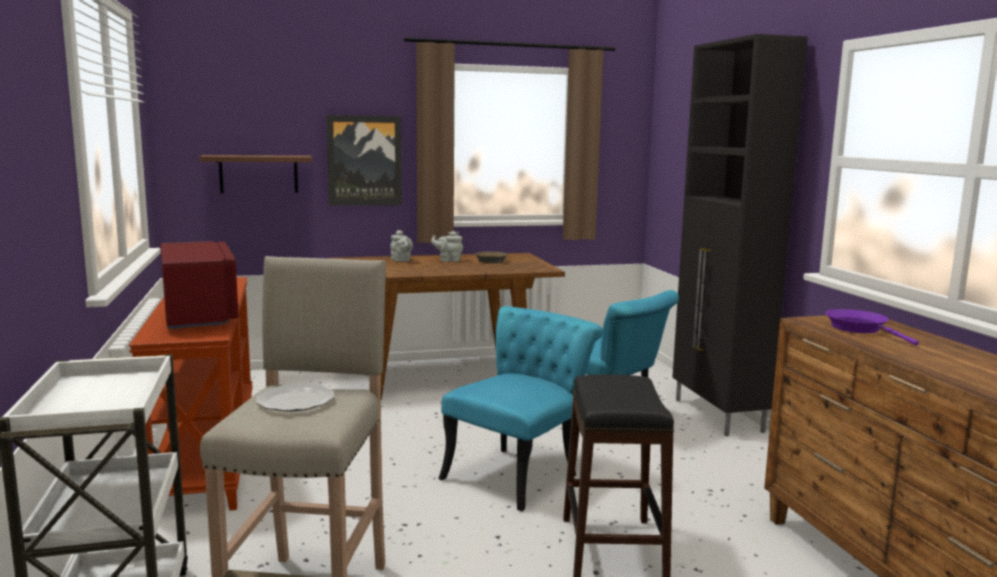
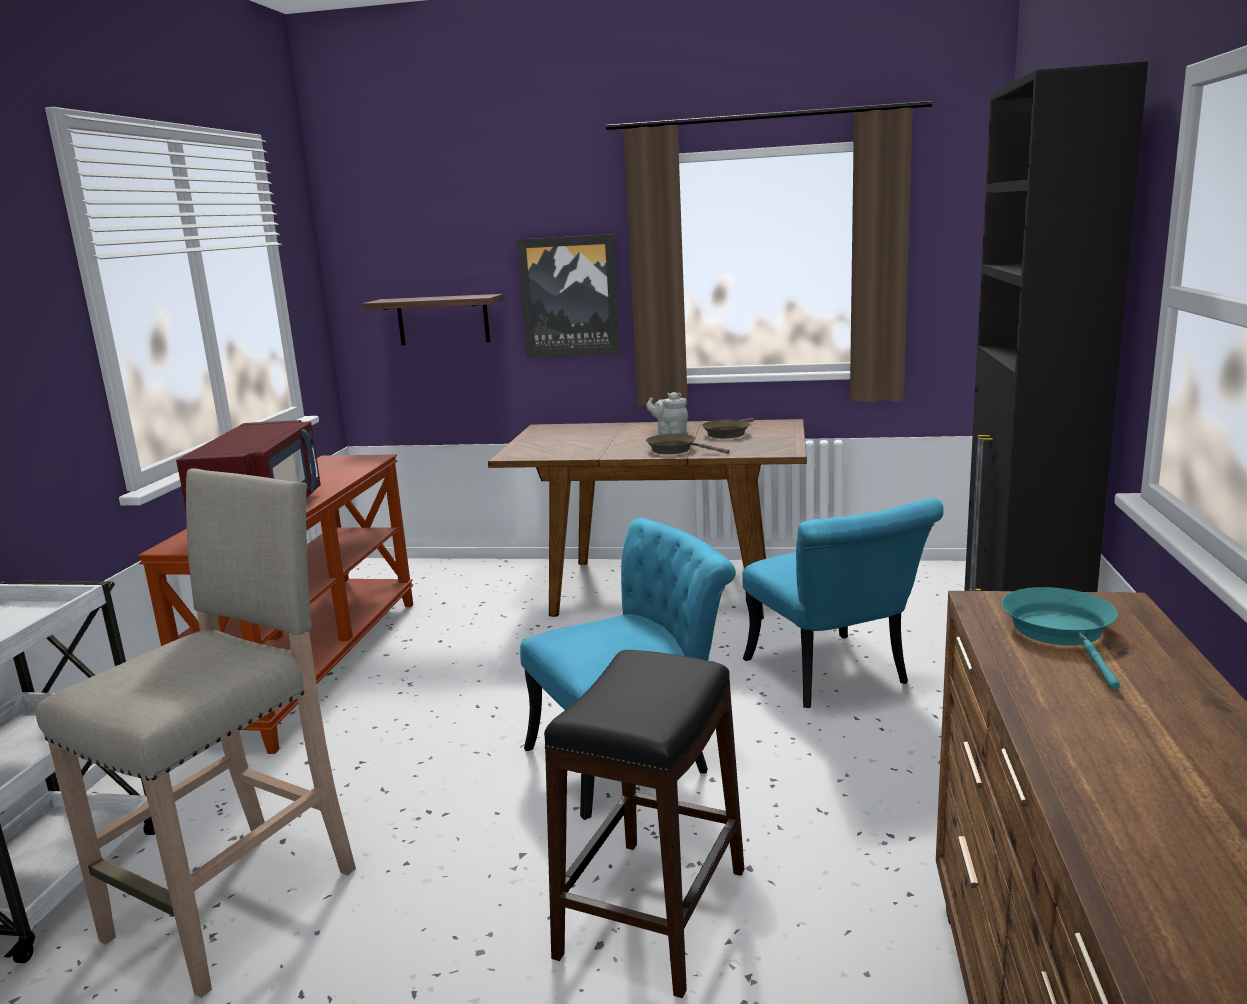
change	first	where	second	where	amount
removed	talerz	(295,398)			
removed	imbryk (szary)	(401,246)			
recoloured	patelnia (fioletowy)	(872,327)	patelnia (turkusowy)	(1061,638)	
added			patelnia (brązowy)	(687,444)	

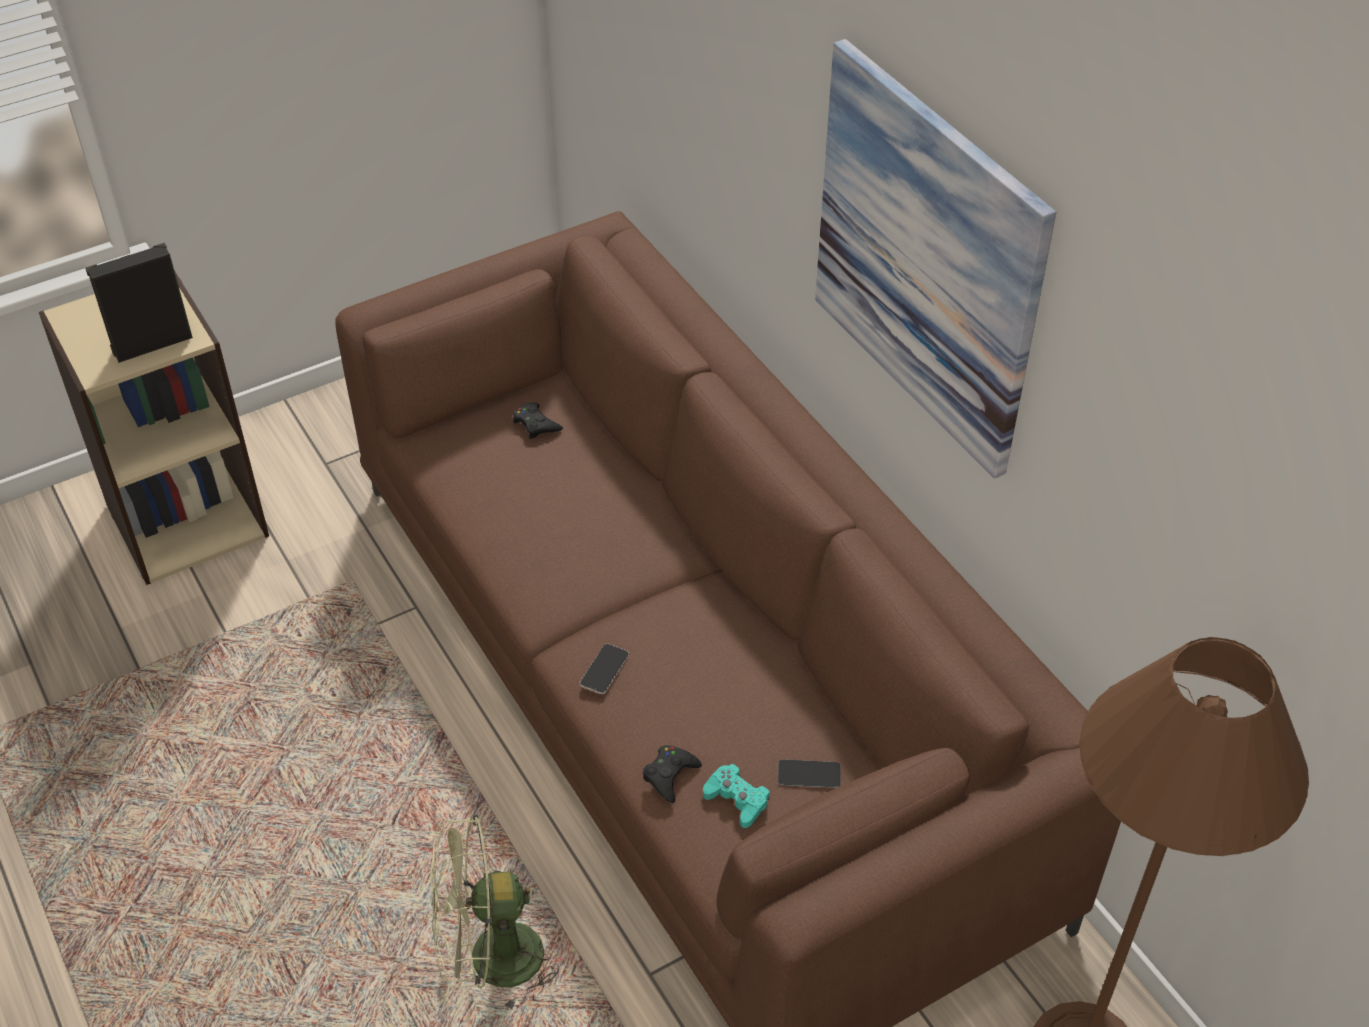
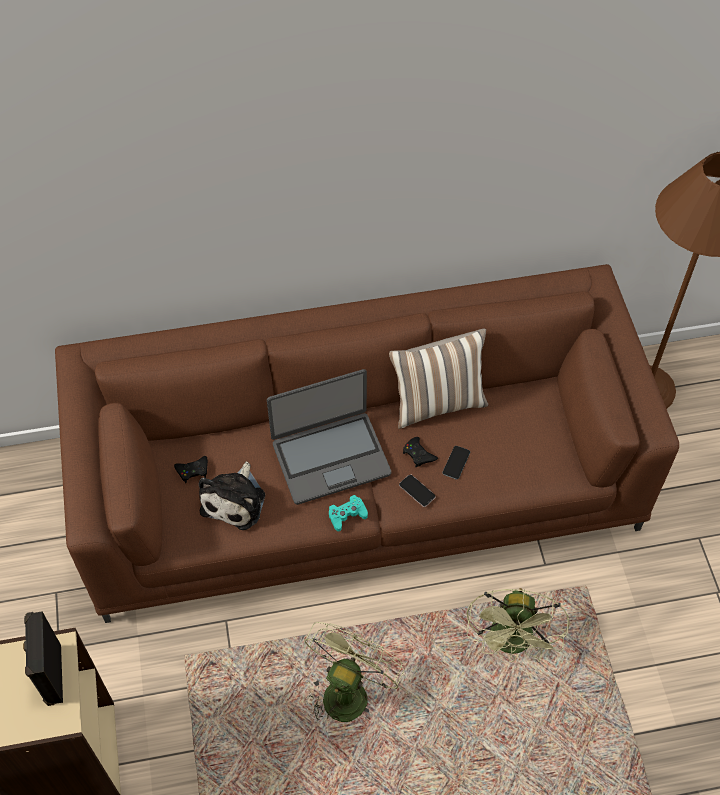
change	first	where	second	where	amount
moved	pad do gier (czarny)	(672,774)		(420,452)	
moved	pad do gier (turkusowy)	(736,796)		(348,513)	
moved	telefon	(809,774)		(456,463)	
removed	obraz	(935,259)			
added			pluszak	(232,496)	
added			laptop	(329,437)	
added			wentylator (zielony)	(354,672)	
added			poduszka	(438,379)	

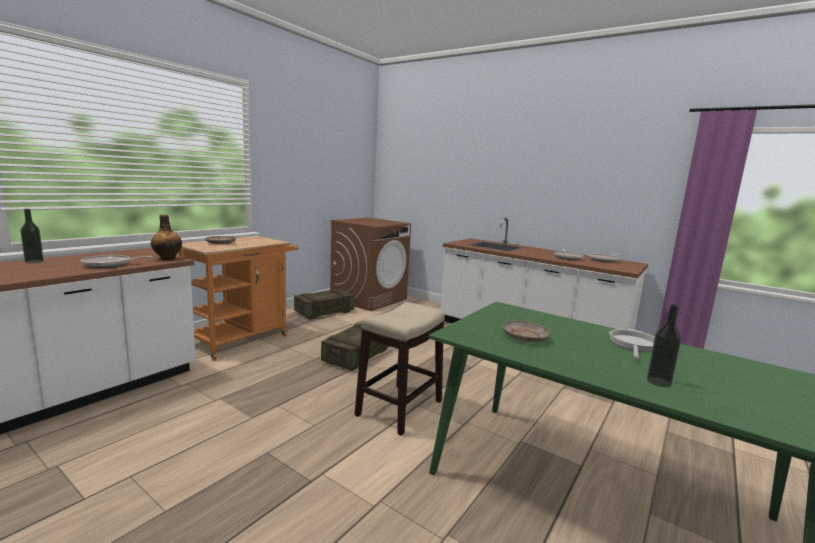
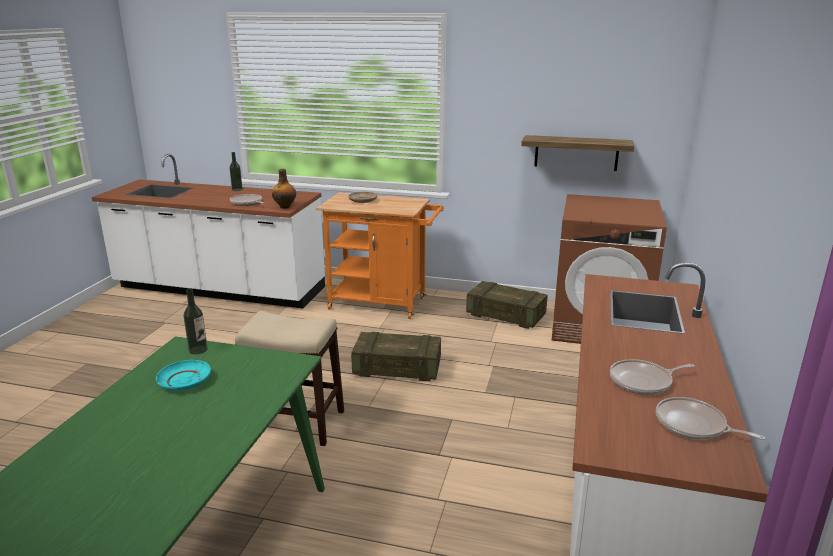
change	first	where	second	where	amount
recoloured	talerz (beżowy)	(526,331)	talerz (turkusowy)	(183,375)	
removed	patelnia	(631,344)			
moved	butelka	(664,345)		(195,321)	
added			półka	(577,153)	

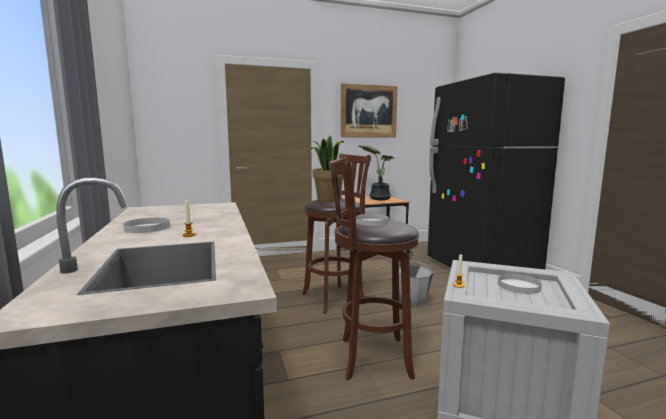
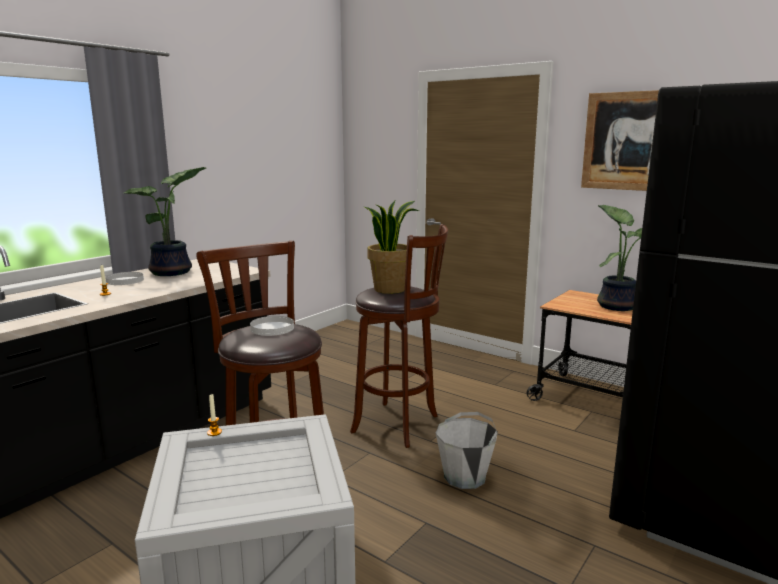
change	first	where	second	where	amount
removed	talerz (biały)	(520,284)			
added			roślina doniczkowa	(165,221)	

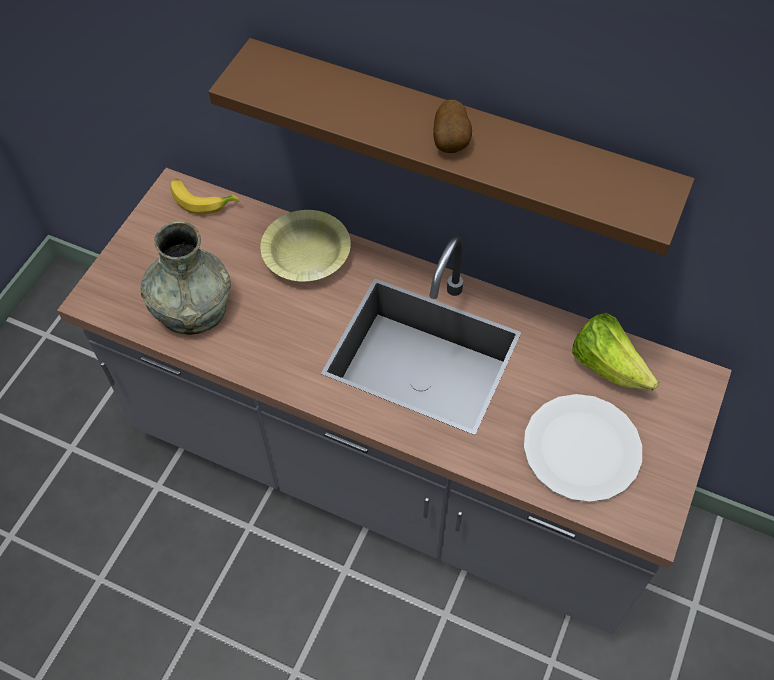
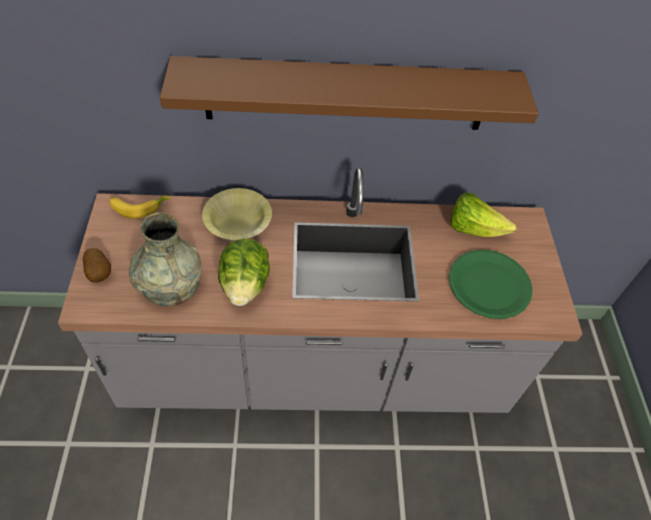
change	first	where	second	where	amount
moved	ziemniak	(452,126)		(97,265)	
recoloured	talerz (biały)	(583,448)	talerz (zielony)	(491,284)	
added			sałata	(244,272)	

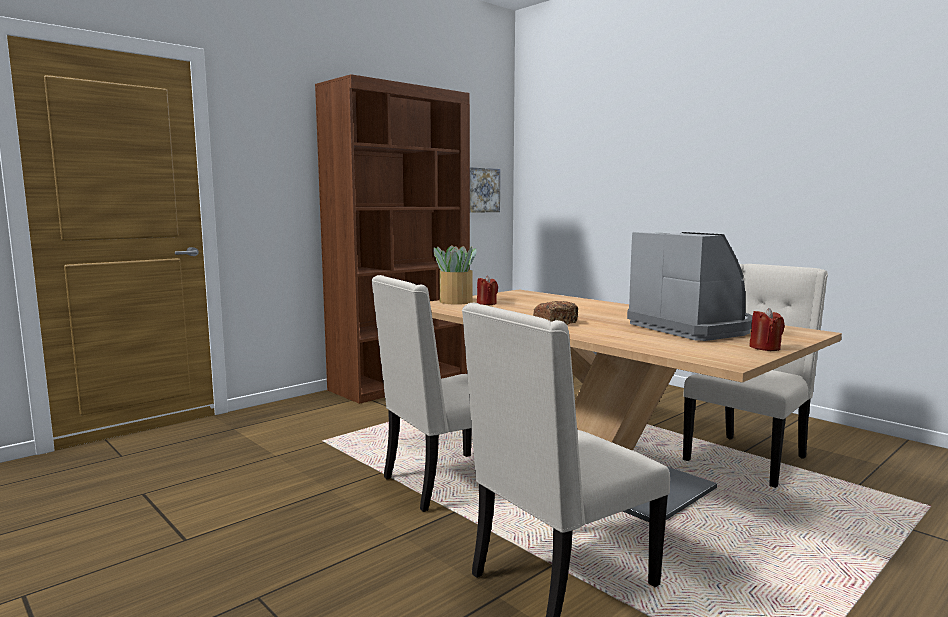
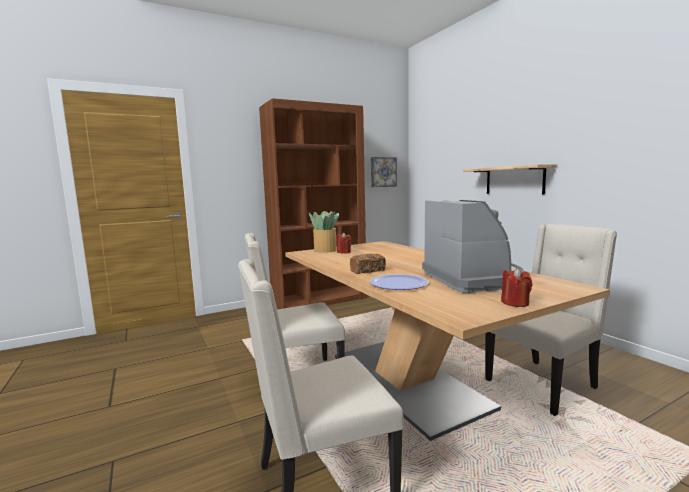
change	first	where	second	where	amount
added			talerz	(399,282)	
added			półka	(510,179)	

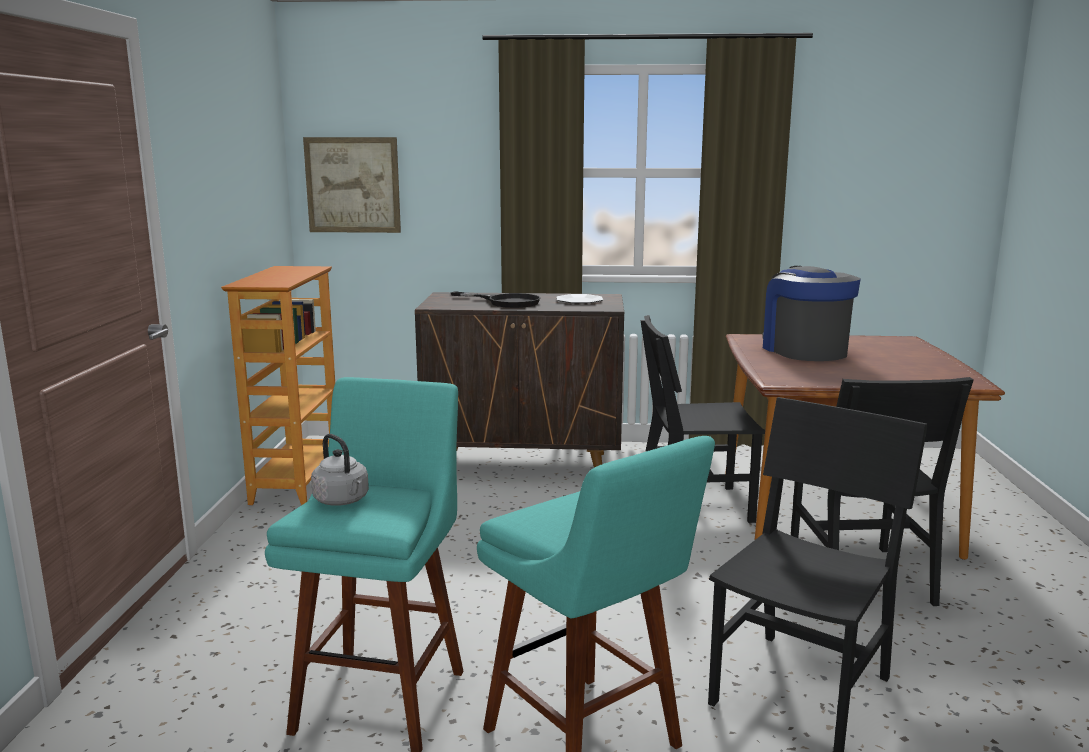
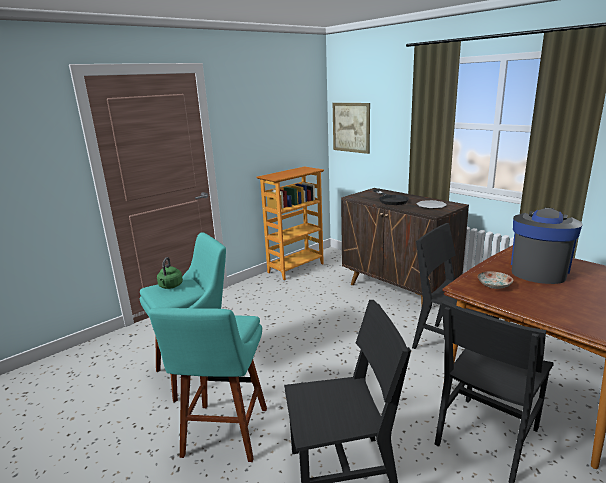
change	first	where	second	where	amount
recoloured	czajnik (szary)	(340,470)	czajnik (zielony)	(170,273)	
added			talerz	(495,280)	

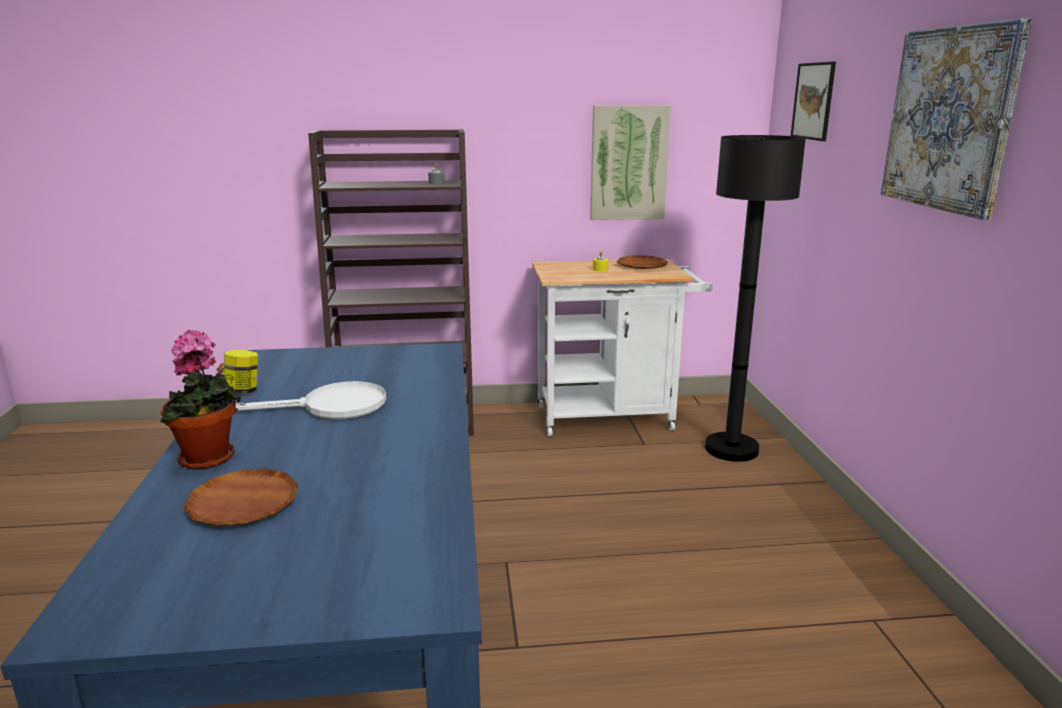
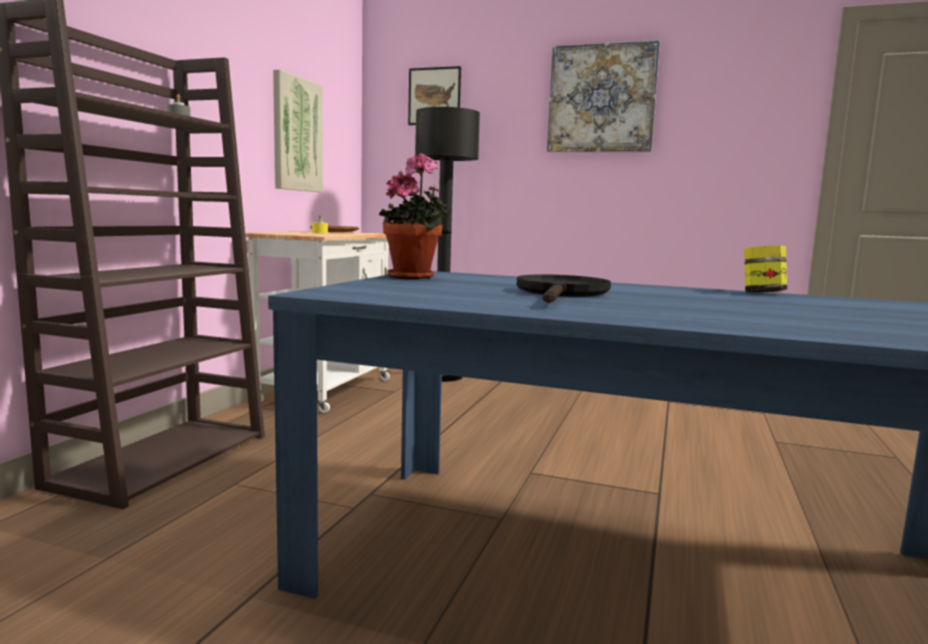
change	first	where	second	where	amount
moved	roślina doniczkowa	(200,400)		(414,216)	
removed	talerz (brązowy)	(241,497)			
moved	słoik	(241,372)		(765,269)	
recoloured	patelnia (biały)	(311,400)	patelnia (czarny)	(564,288)	

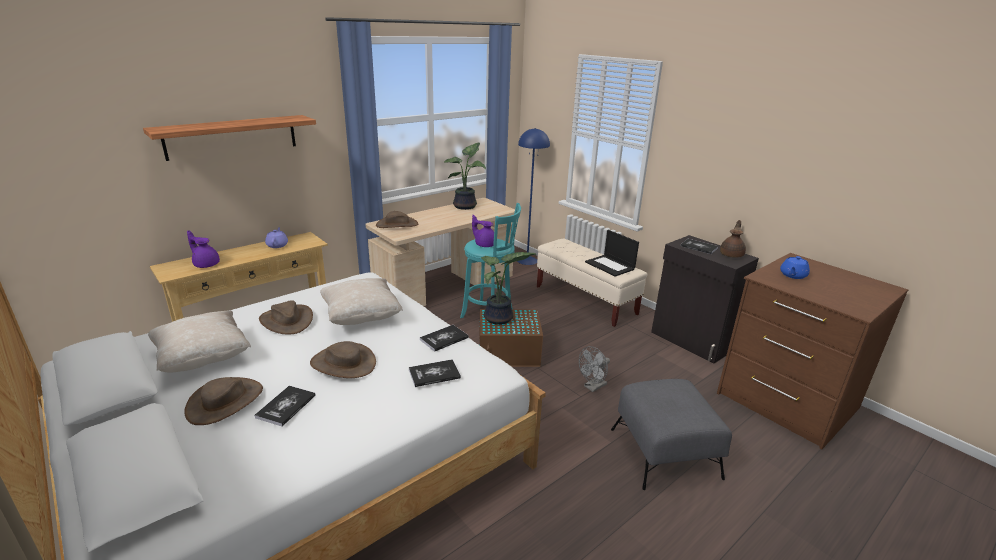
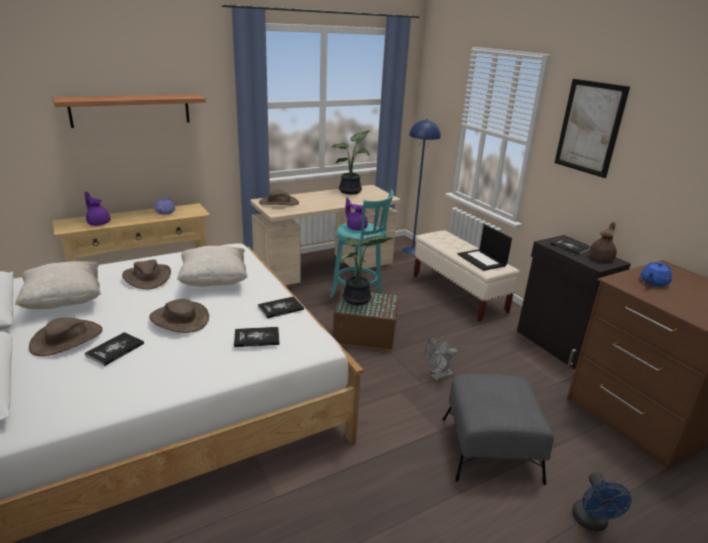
change	first	where	second	where	amount
added			obraz	(592,128)	
added			wentylator (niebieski)	(601,501)	

